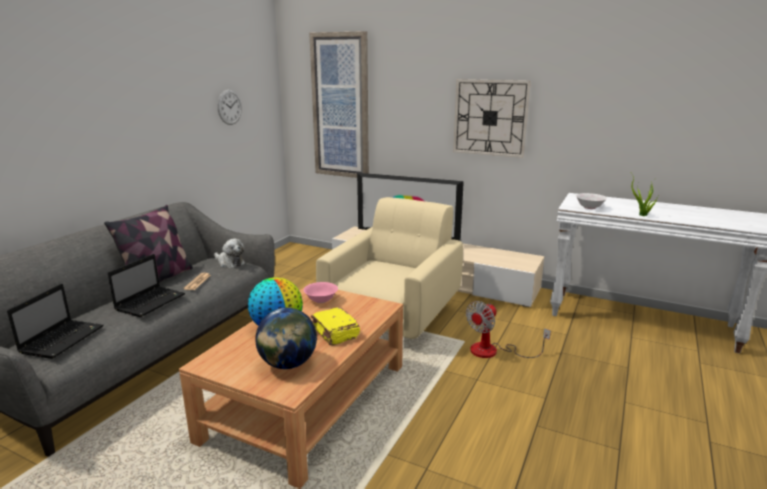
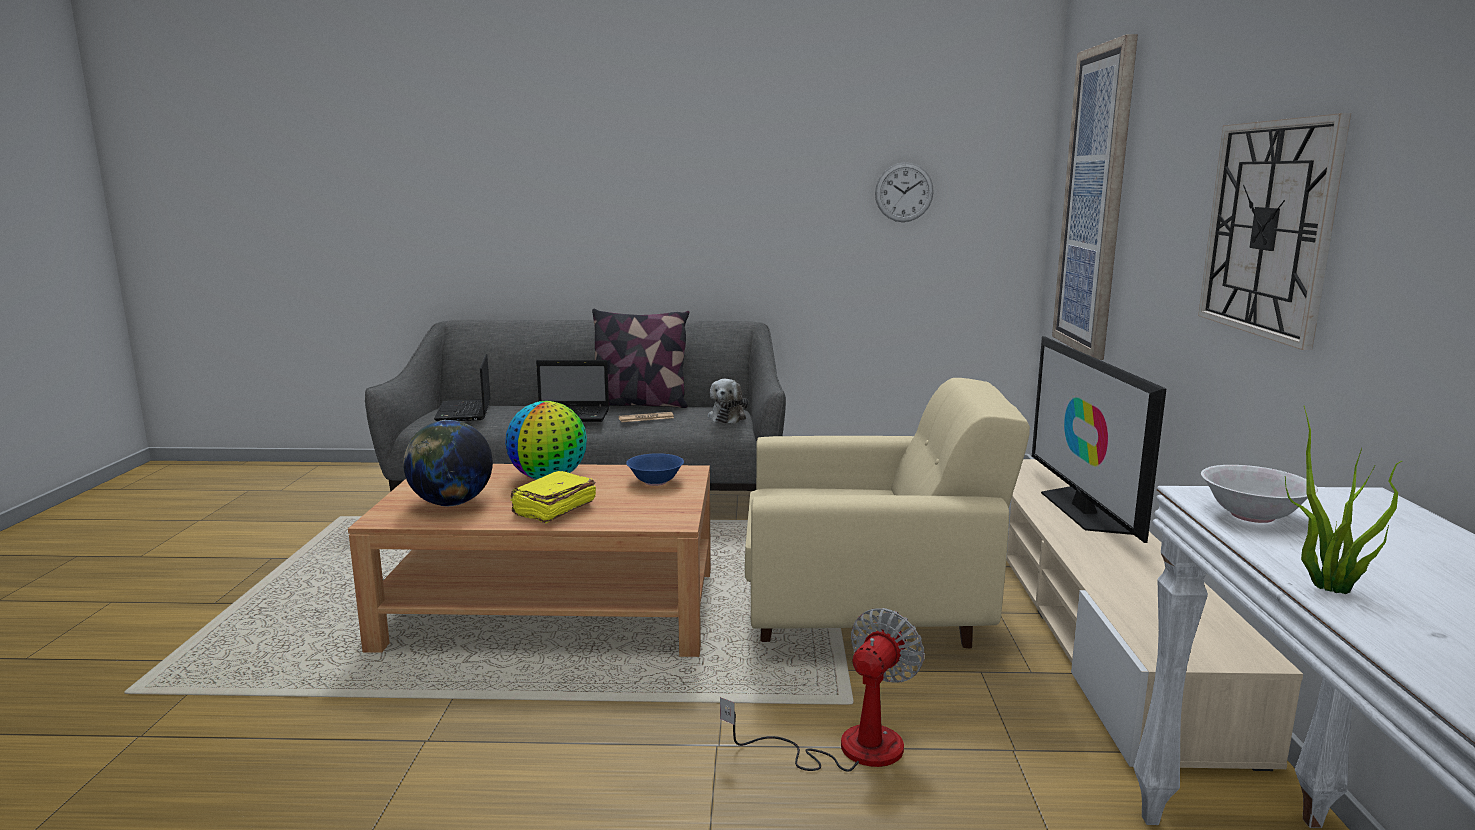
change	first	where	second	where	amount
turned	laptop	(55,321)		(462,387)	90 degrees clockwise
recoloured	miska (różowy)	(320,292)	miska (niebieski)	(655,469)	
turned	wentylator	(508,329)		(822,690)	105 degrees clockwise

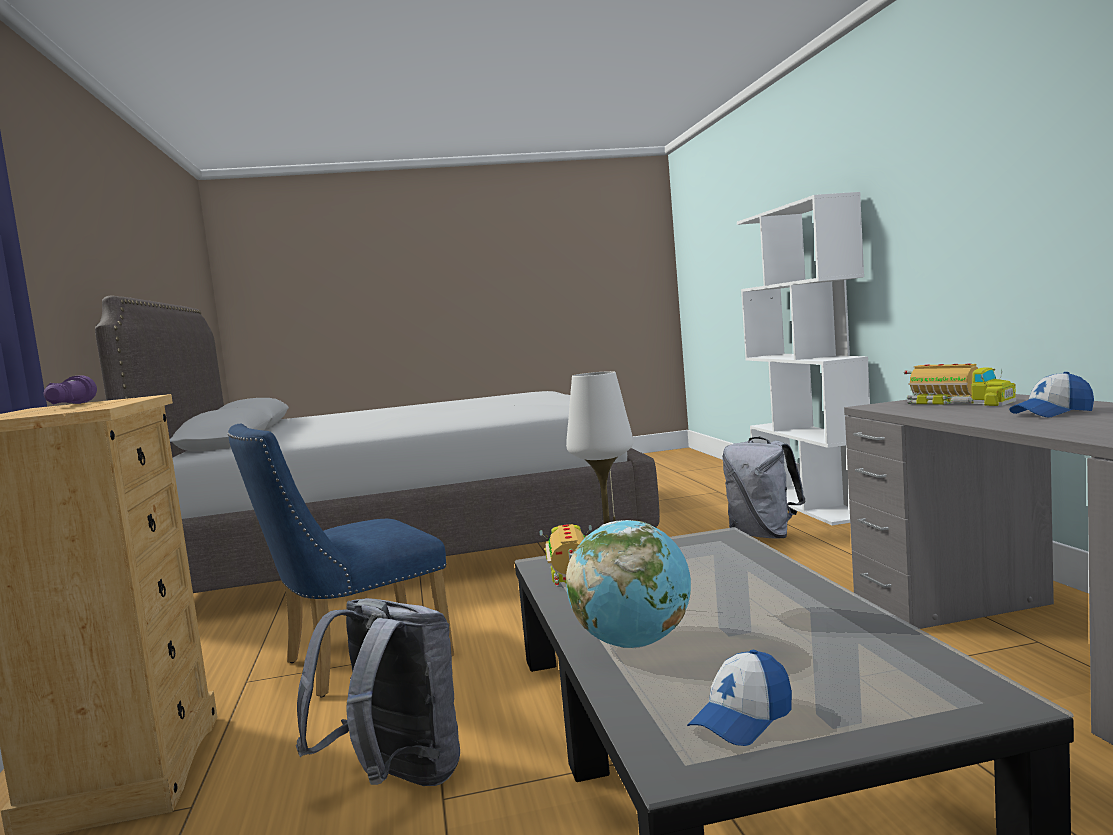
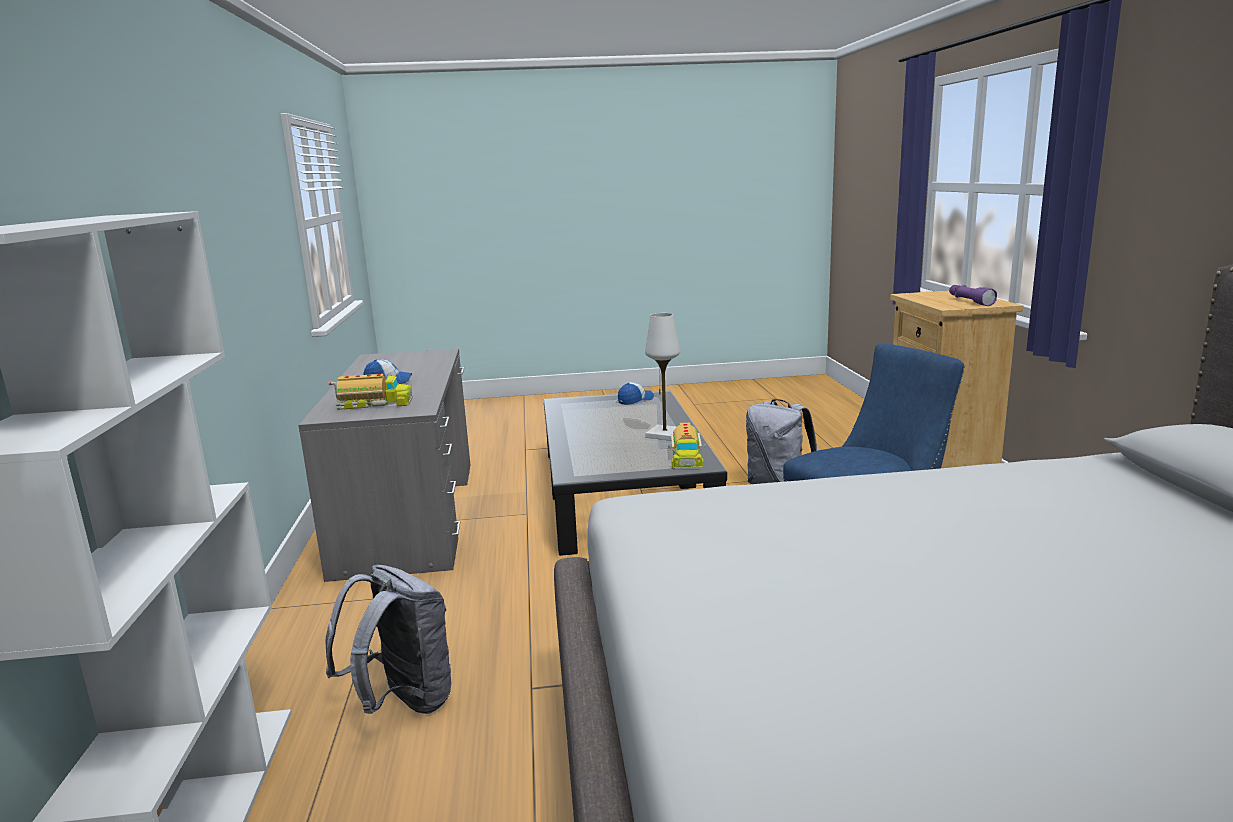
change	first	where	second	where	amount
removed	globus	(628,584)			
turned	ciężarówka zabawkowa	(960,384)		(371,392)	120 degrees clockwise

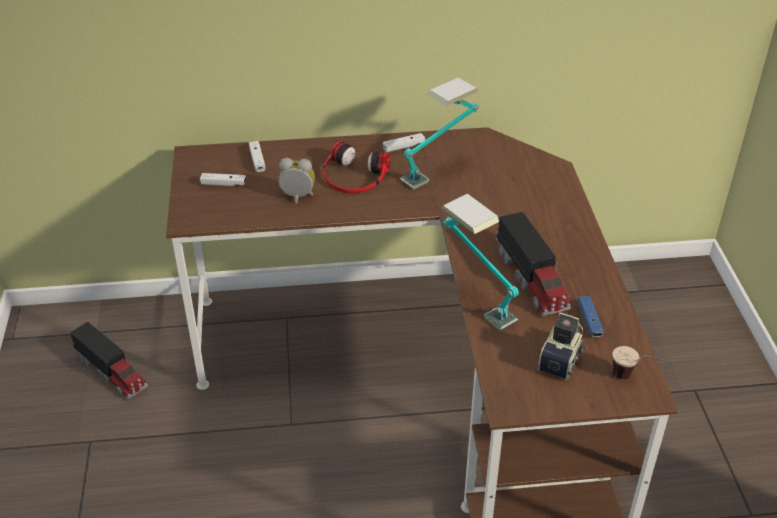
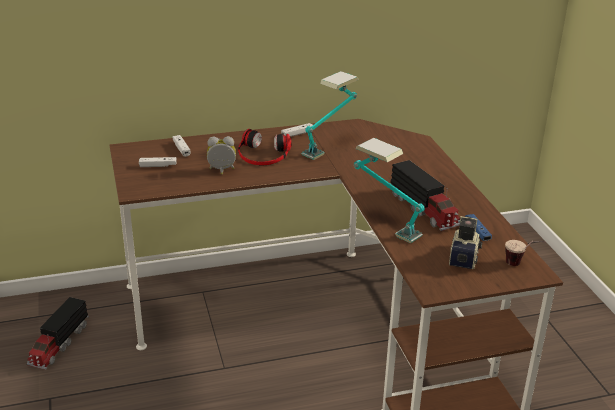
change	first	where	second	where	amount
turned	ciężarówka zabawkowa	(109,361)		(58,333)	75 degrees clockwise

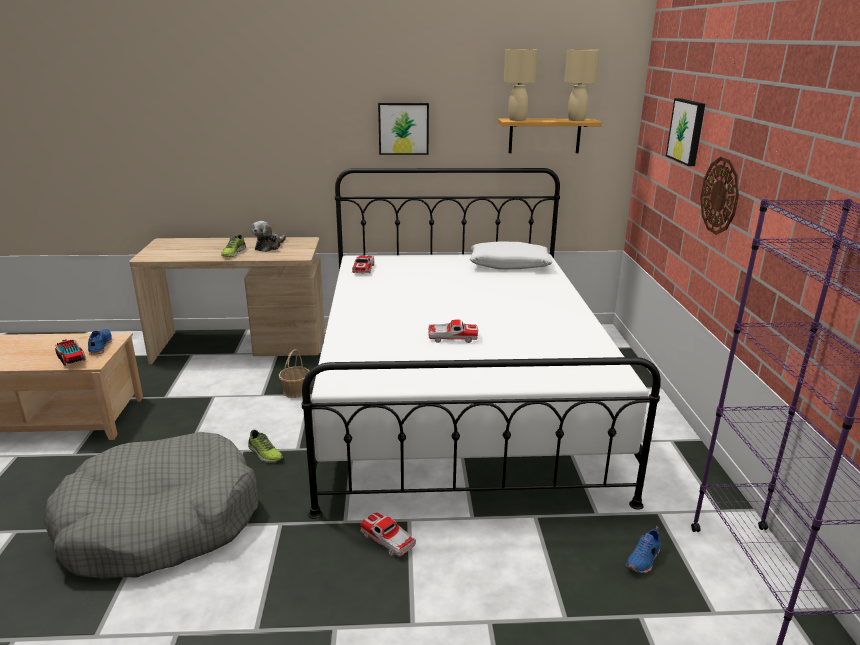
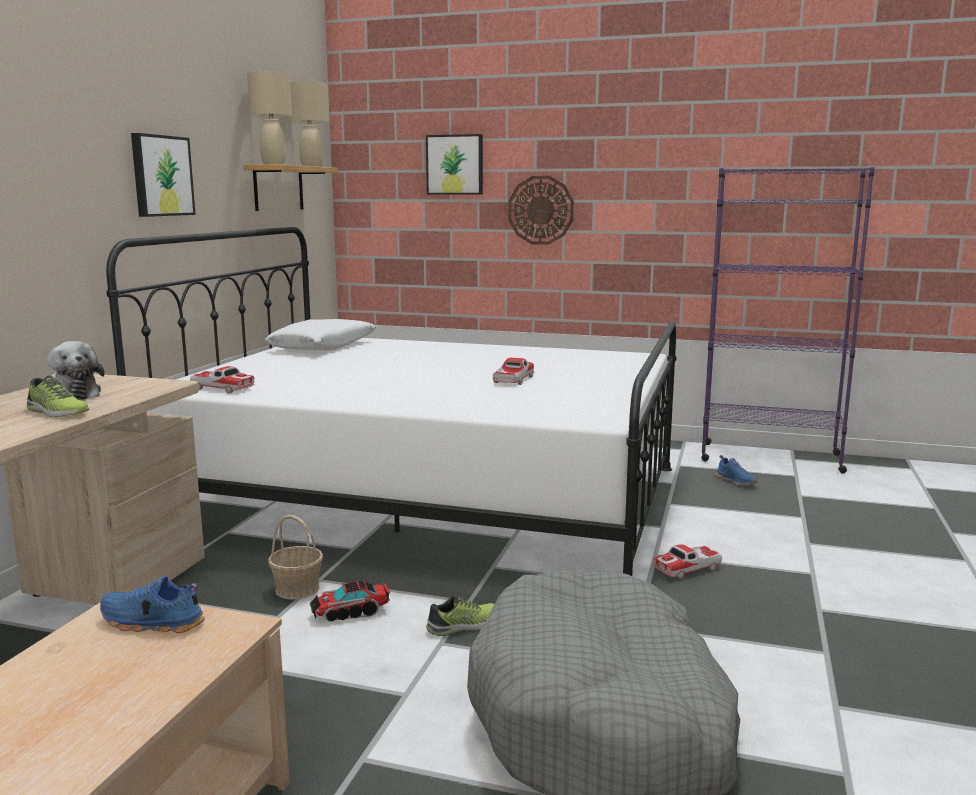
change	first	where	second	where	amount
moved	ciężarówka zabawkowa	(70,352)		(350,601)	

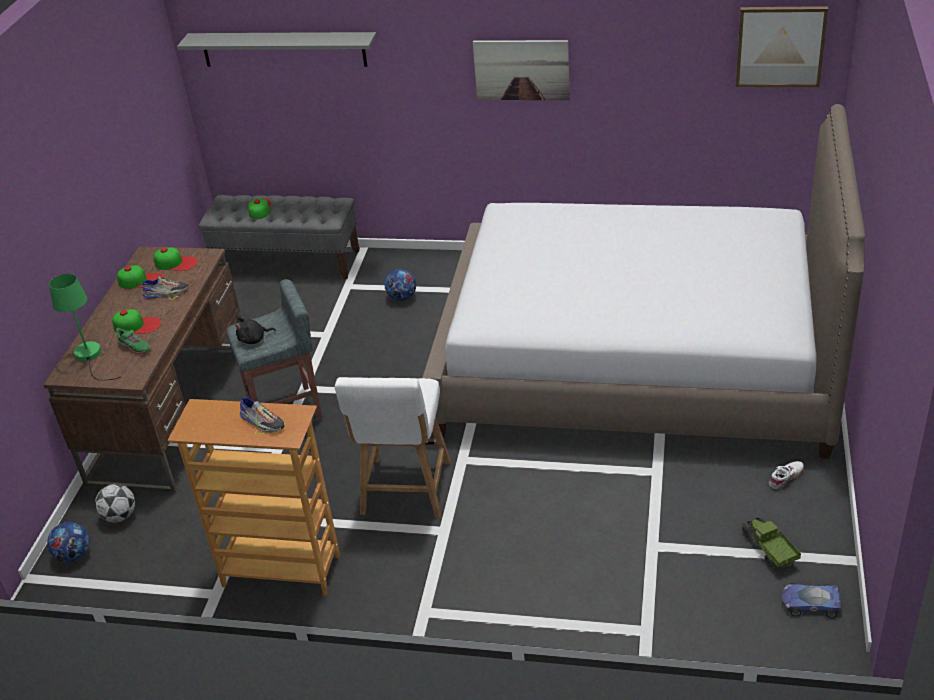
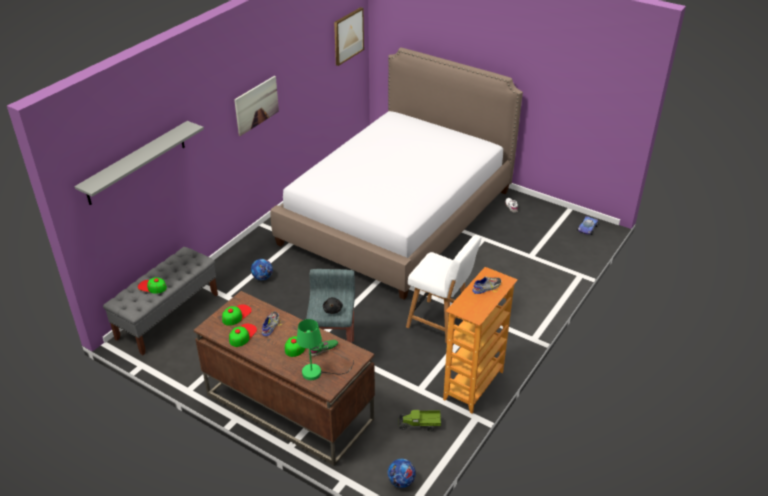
change	first	where	second	where	amount
removed	piłka futbolowa	(115,503)			
moved	ciężarówka zabawkowa	(771,543)		(420,420)	

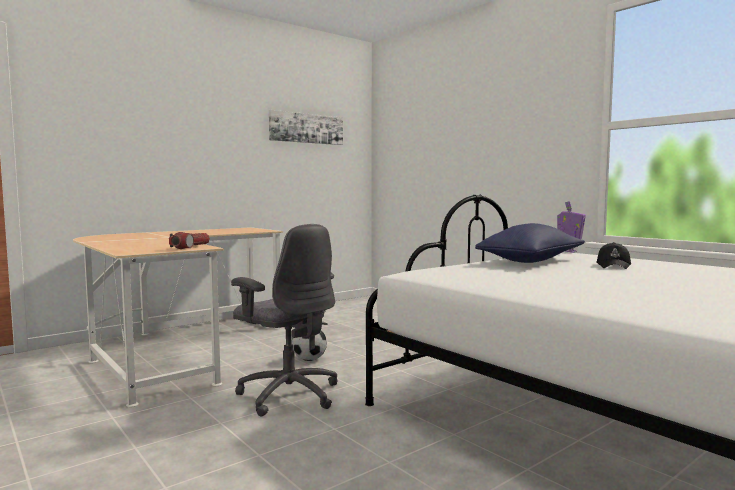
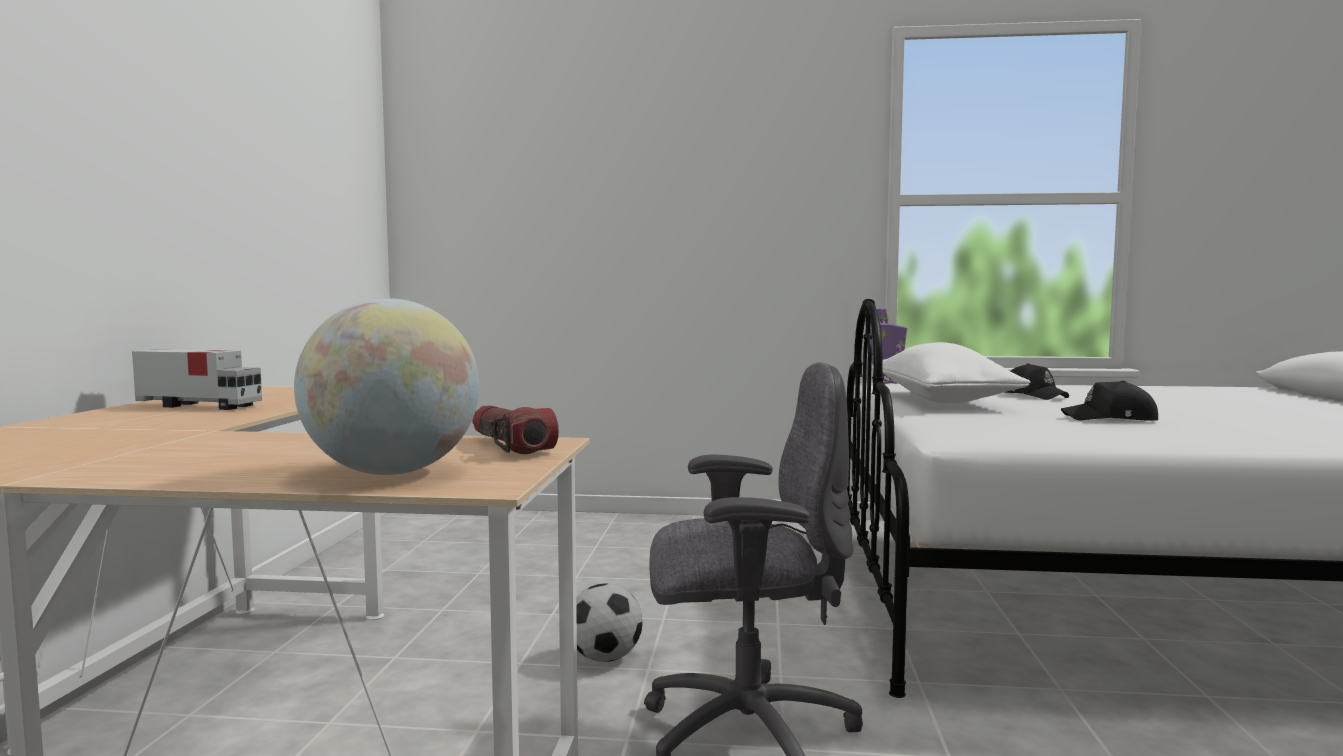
change	first	where	second	where	amount
removed	obraz	(306,127)			
recoloured	poduszka (niebieski)	(530,243)	poduszka (biały)	(956,372)	
added			ciężarówka zabawkowa	(197,379)	
added			globus	(386,386)	
added			czapka z daszkiem (czarny)	(1109,401)	

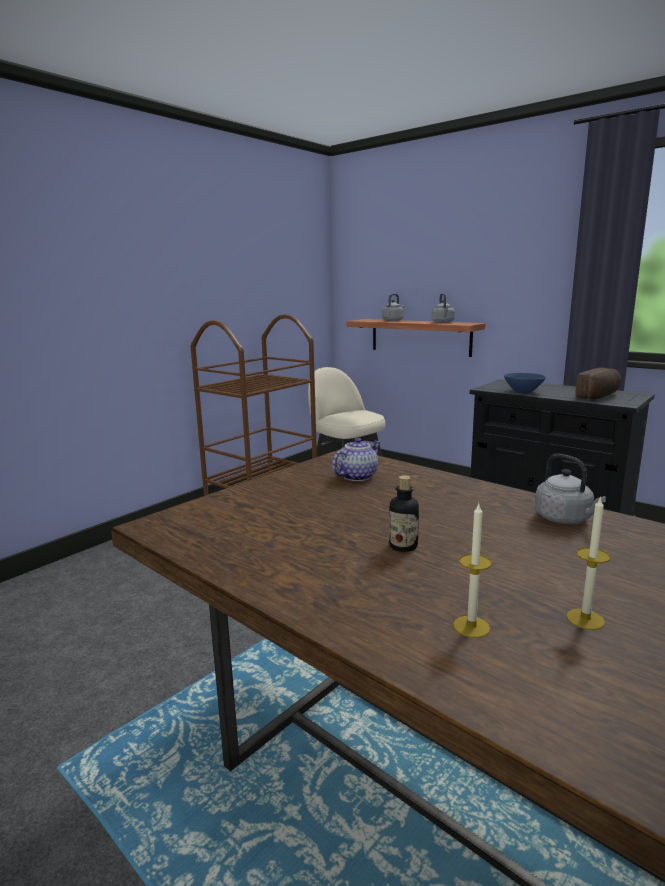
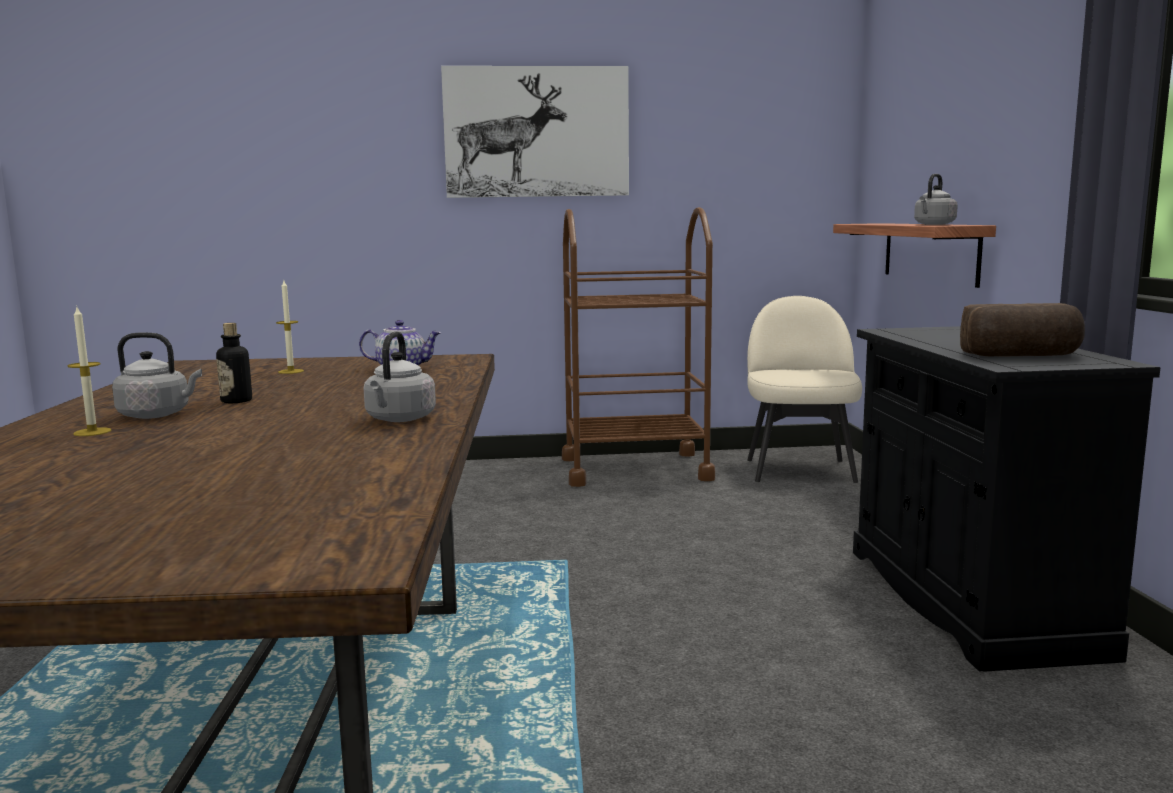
change	first	where	second	where	amount
moved	czajnik (szary)	(393,307)		(157,375)	
removed	miska (niebieski)	(525,383)			
moved	świeca	(588,563)		(290,327)	
added			obraz	(535,132)	

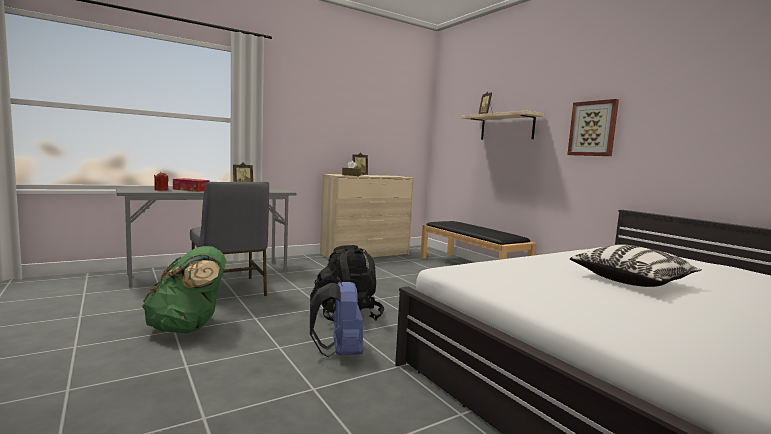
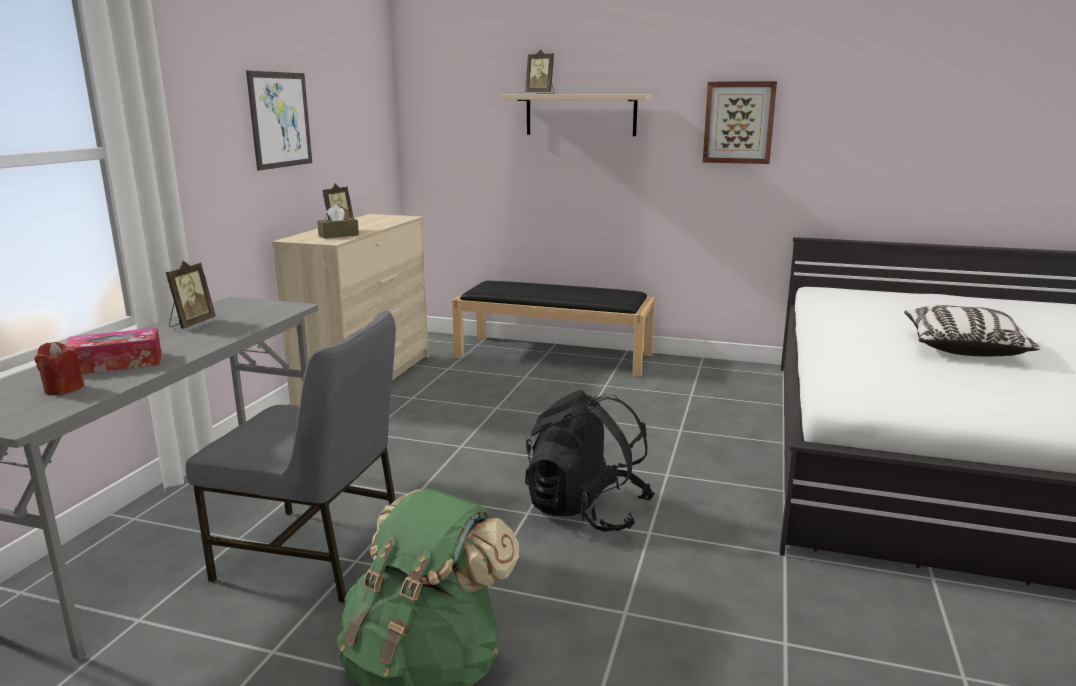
change	first	where	second	where	amount
removed	plecak (niebieski)	(336,317)			
added			obraz	(279,120)	

